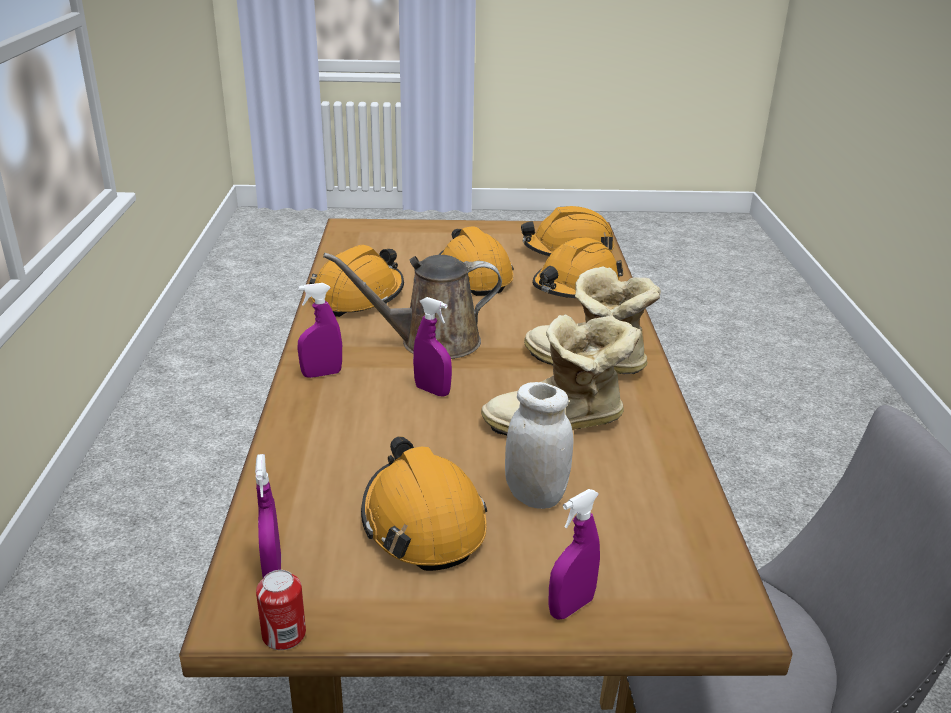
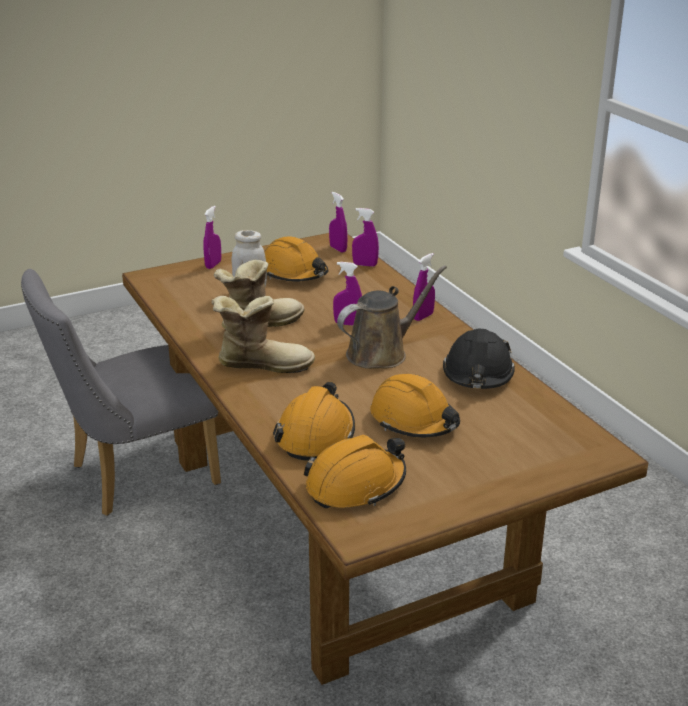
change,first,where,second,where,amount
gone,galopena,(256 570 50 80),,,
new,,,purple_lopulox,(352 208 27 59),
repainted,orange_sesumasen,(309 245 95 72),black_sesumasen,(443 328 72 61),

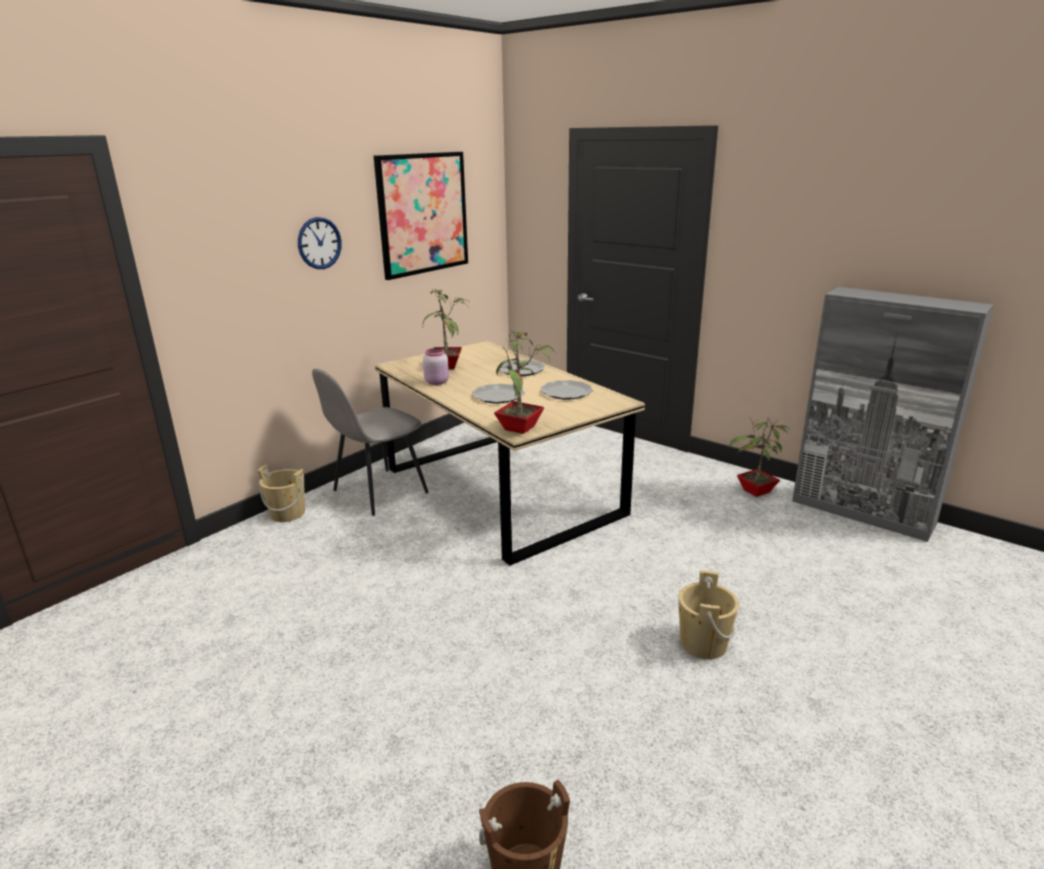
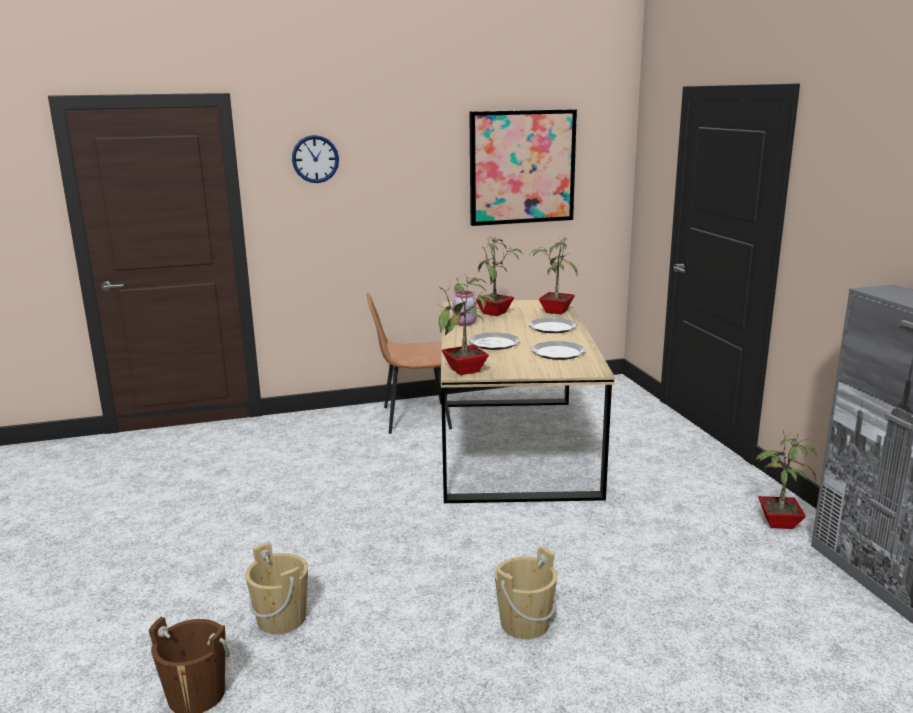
change,first,where,second,where,amount
new,,,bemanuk,(530 237 48 77),
shifted,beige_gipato,(257 465 48 57),,(245 542 63 92),
shifted,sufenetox,(298 217 44 52),,(292 135 47 48),
repainted,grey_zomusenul,(312 369 116 147),brown_zomusenul,(367 292 85 142),

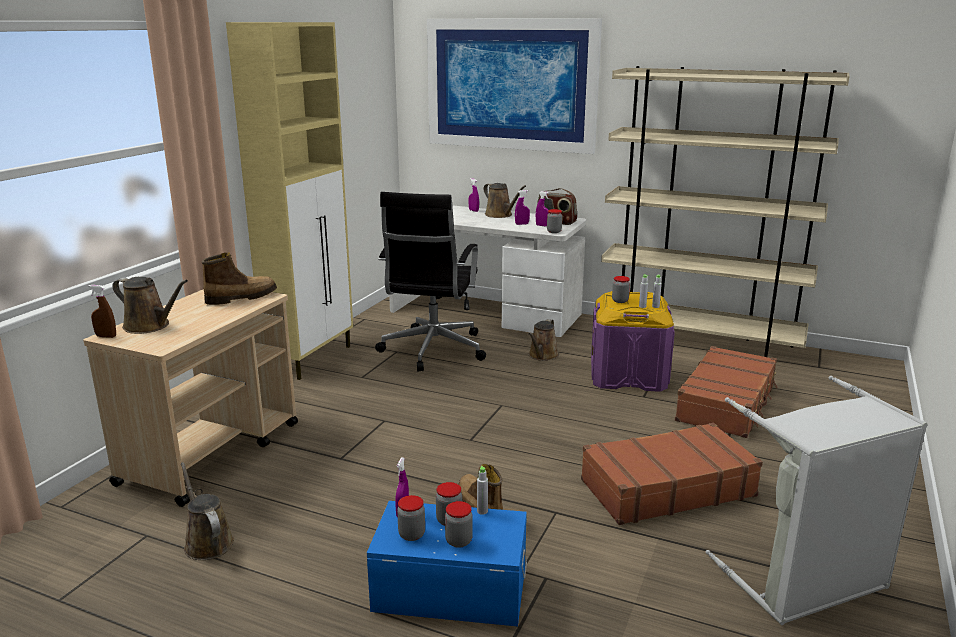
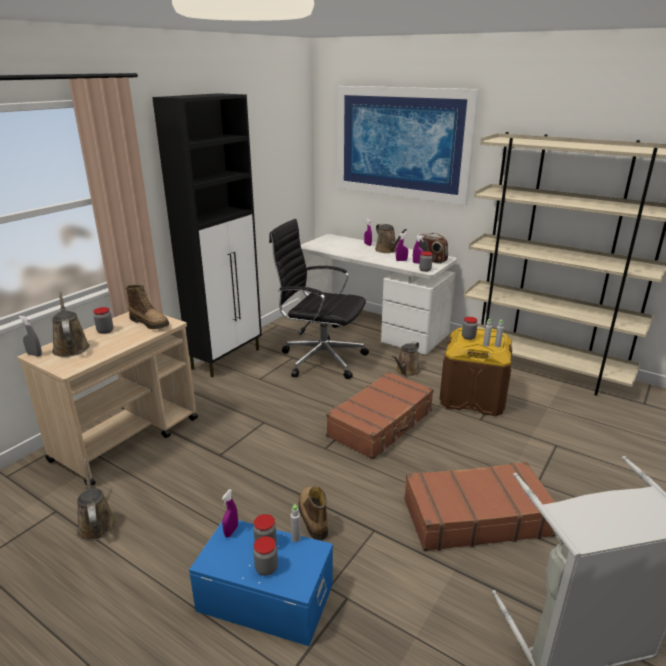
change,first,where,second,where,amount
shifted,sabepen,(397 495 28 46),,(93 307 20 27),
shifted,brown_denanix,(675 346 102 92),,(326 371 108 89),
repainted,brown_lopulox,(88 285 28 53),grey_lopulox,(19 316 23 41),
repainted,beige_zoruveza,(226 22 127 358),black_zoruveza,(152 93 110 284),
repainted,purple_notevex,(591 291 84 101),brown_notevex,(439 327 73 89),
rotated,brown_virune,(113 277 75 57),,(52 291 38 66),150 degrees counterclockwise
rotated,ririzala,(201 252 76 53),,(126 285 44 44),60 degrees clockwise
rotated,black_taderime,(375 192 111 180),,(269 219 100 160),90 degrees clockwise

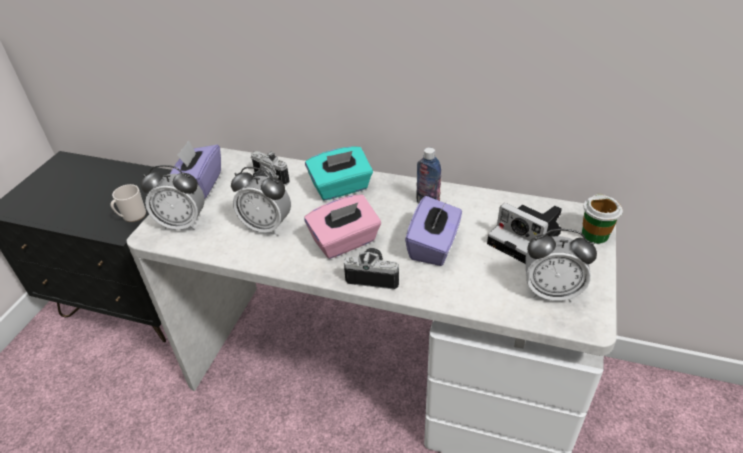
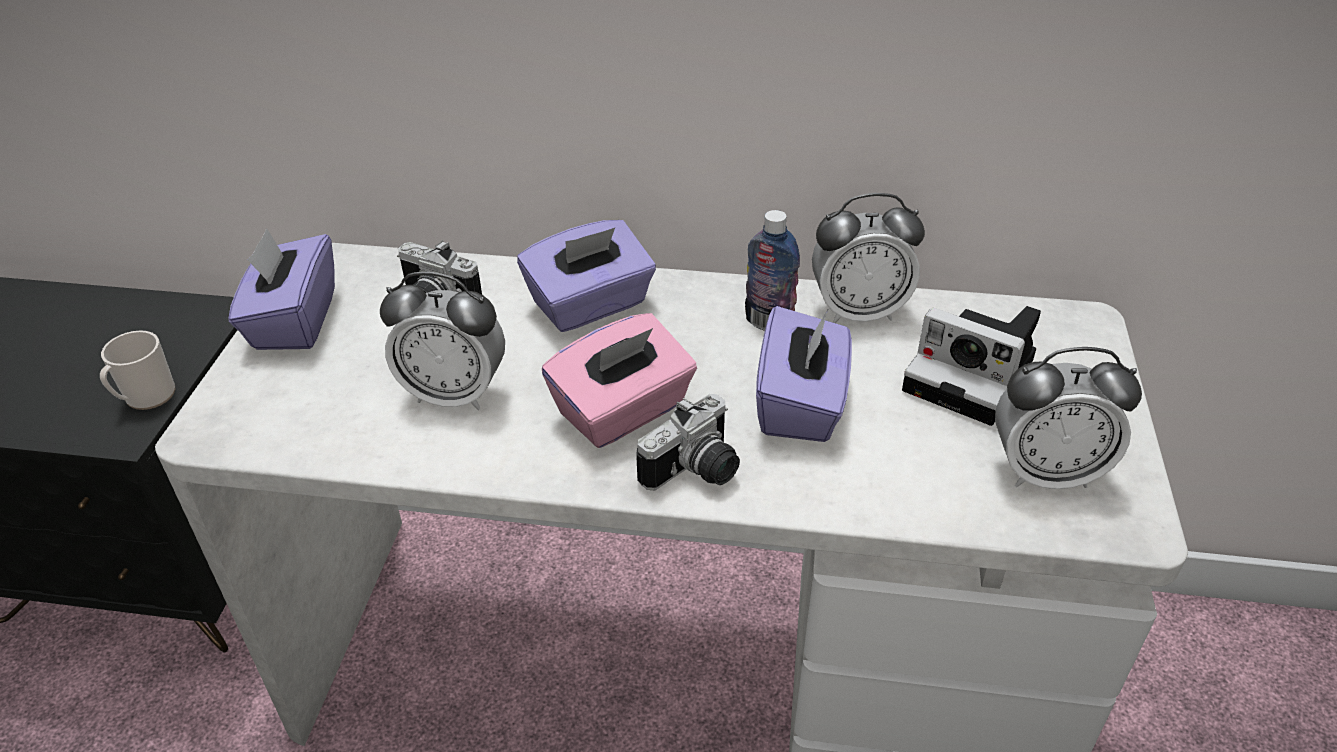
change,first,where,second,where,amount
gone,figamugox,(582 194 41 50),,,
shifted,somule,(141 165 64 65),,(812 193 113 130),
repainted,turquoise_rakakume,(305 146 68 55),purple_rakakume,(517 220 139 112),
rotated,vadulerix,(344 248 55 42),,(636 394 104 96),135 degrees clockwise

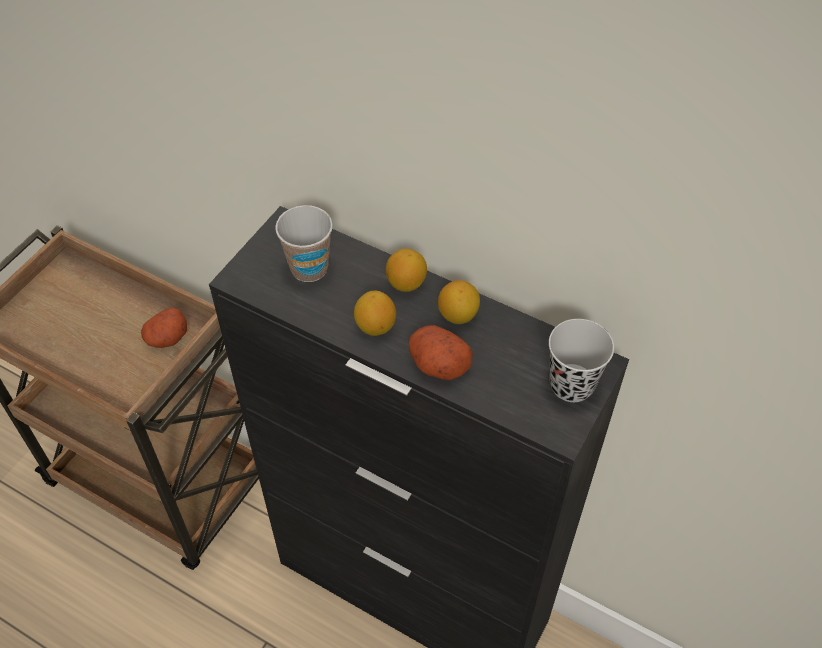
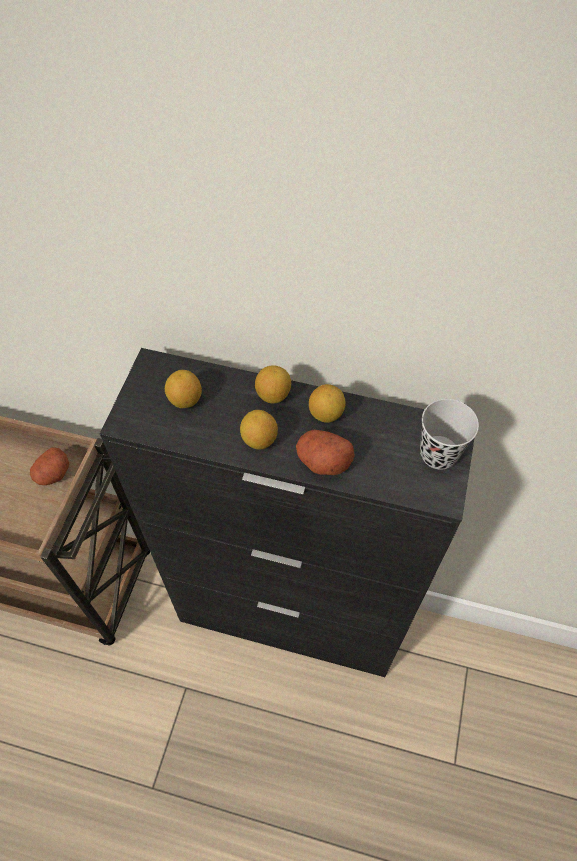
change,first,where,second,where,amount
swapped,figamugox,(275 205 58 77),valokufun,(165 370 37 38),

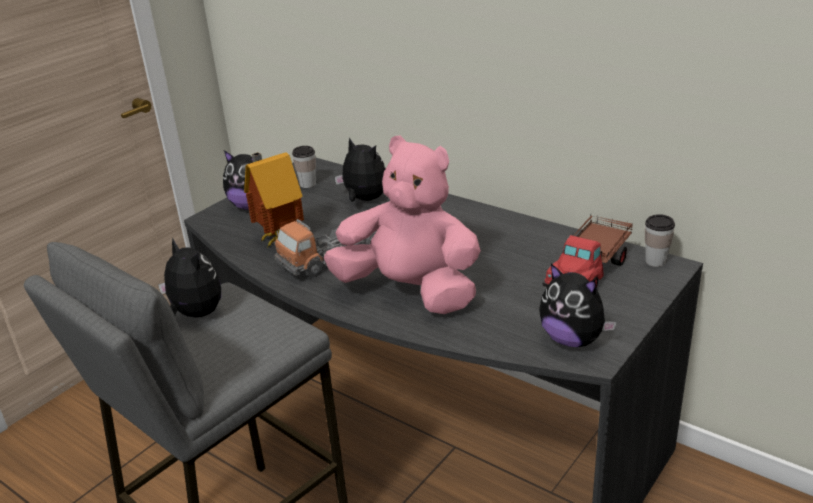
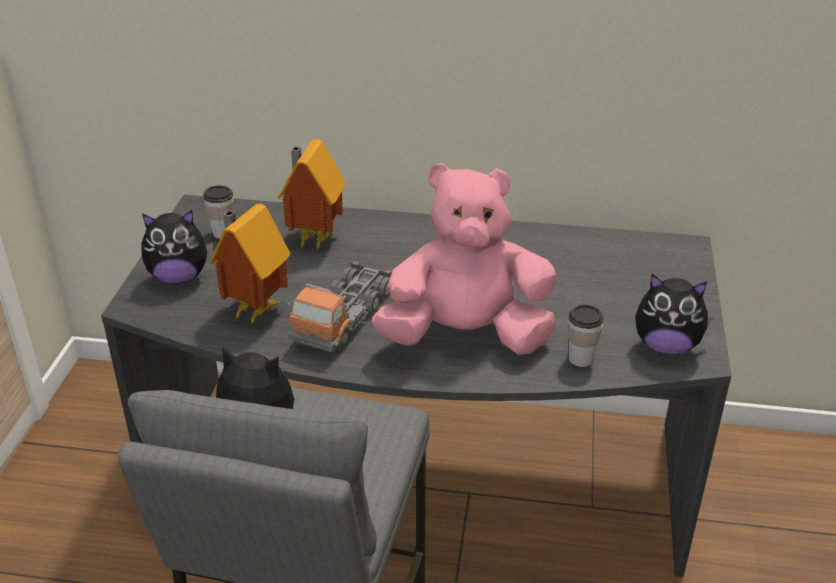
change,first,where,second,where,amount
gone,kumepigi,(543 215 90 73),,,
shifted,figamugox,(645 214 30 53),,(568 304 35 63),
swapped,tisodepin,(335 137 51 65),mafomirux,(278 139 68 112),

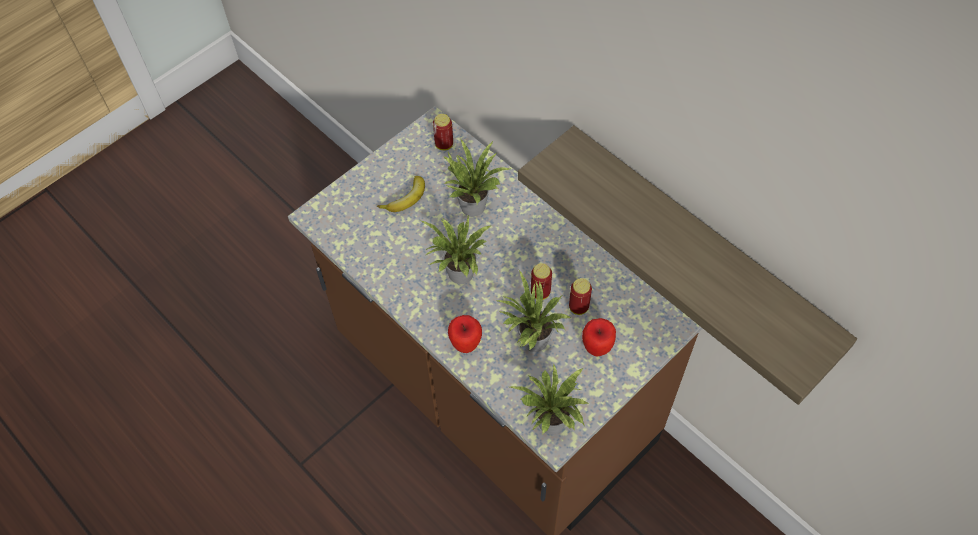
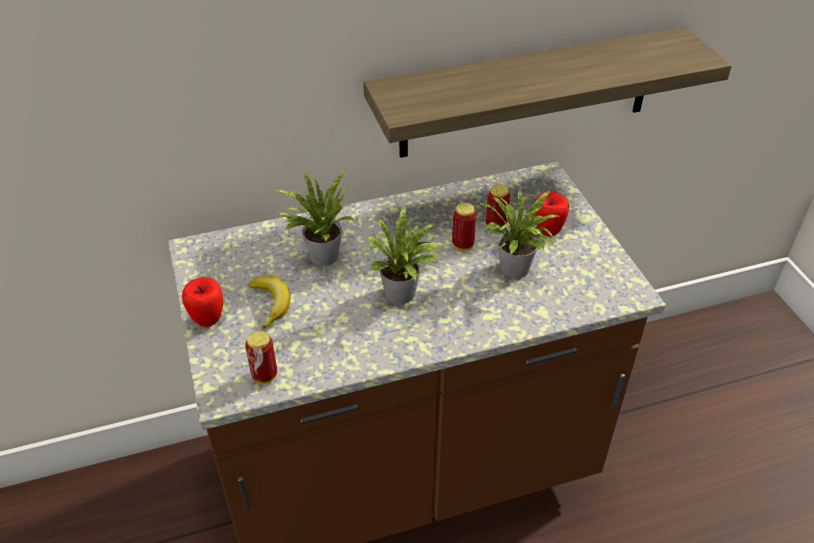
change,first,where,second,where,amount
gone,bemanuk,(510 364 78 71),,,
shifted,galopena,(433 114 20 36),,(245 331 32 53),
shifted,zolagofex,(448 315 34 38),,(182 277 41 50),

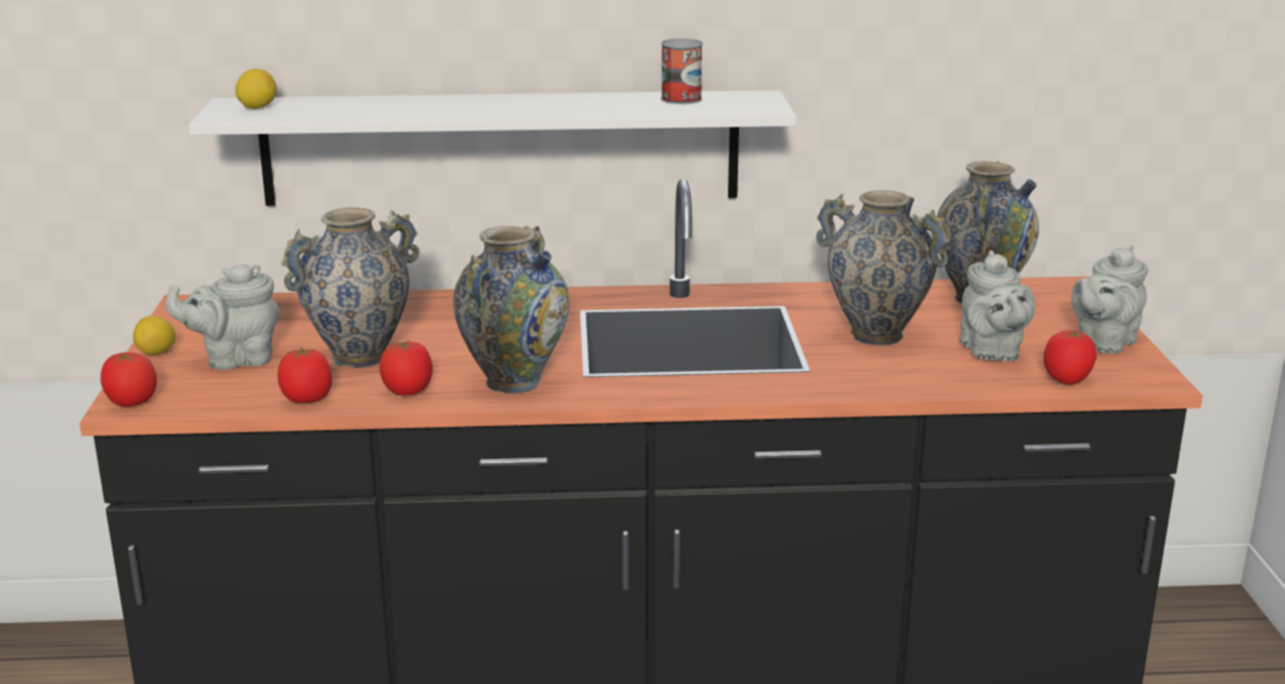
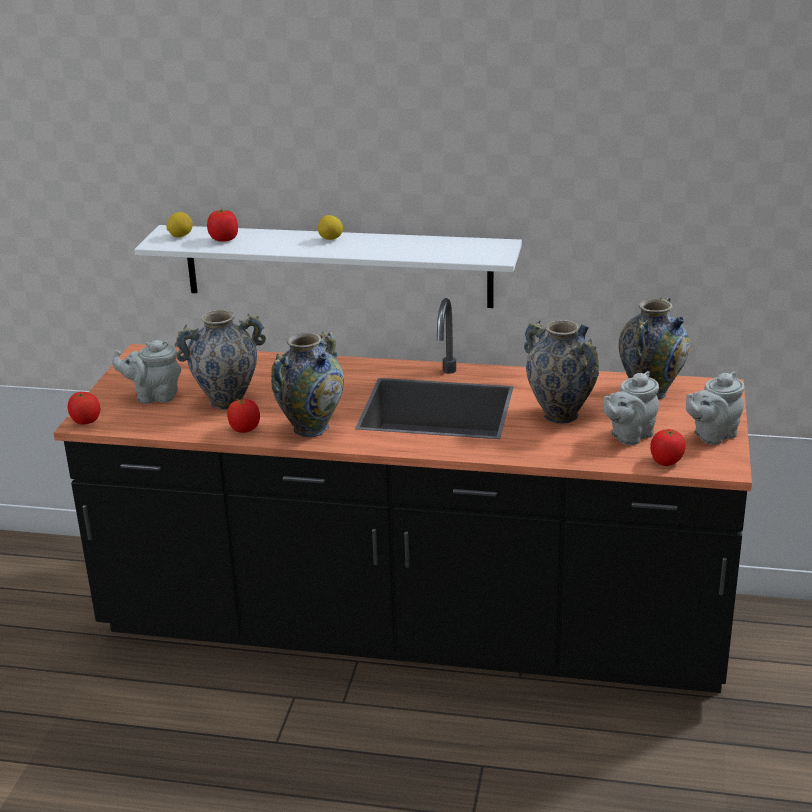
change,first,where,second,where,amount
gone,galopena,(661 38 42 66),,,
shifted,valokufun,(133 316 43 39),,(318 215 25 25),
shifted,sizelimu,(278 346 54 57),,(207 209 31 33),
rotated,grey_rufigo,(960 250 75 111),,(604 371 55 74),45 degrees clockwise

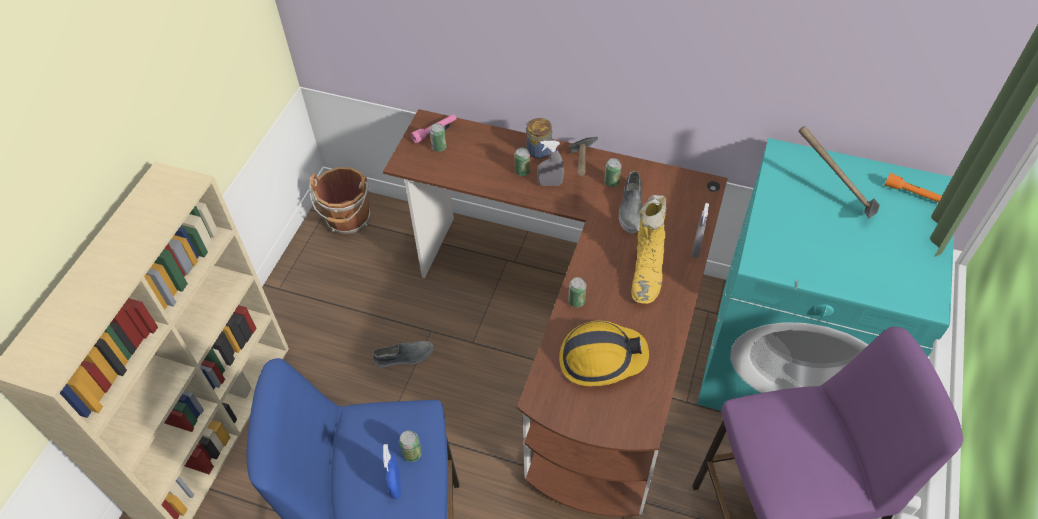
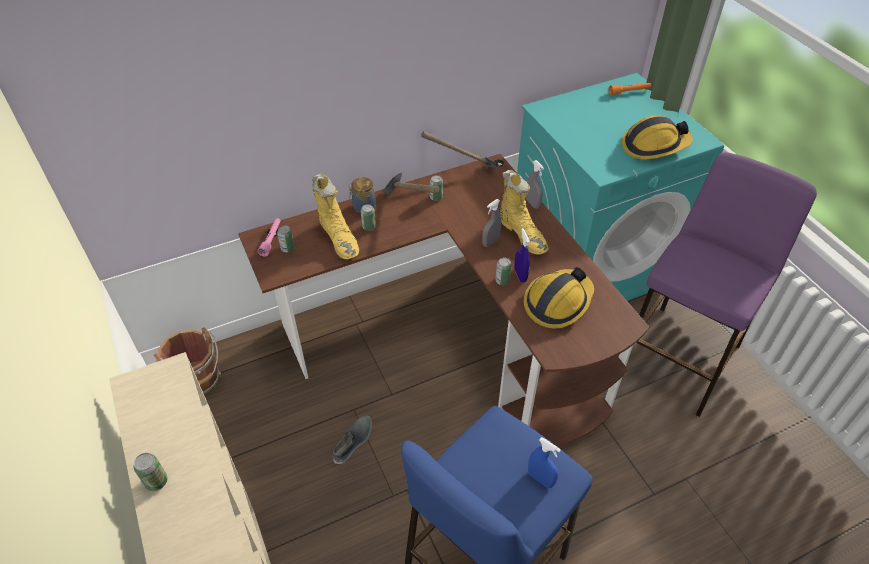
change,first,where,second,where,amount
gone,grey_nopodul,(619 171 23 63),,,
new,,,yellow_ririzala,(313 173 46 86),
new,,,blue_lopulox,(514 228 16 54),
new,,,sesumasen,(622 115 71 44),
shifted,galopena,(399 430 23 32),,(134 453 34 38),
shifted,grey_lopulox,(537 141 27 45),,(482 199 19 48),
shifted,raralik,(798 126 82 92),,(421 131 75 38),

